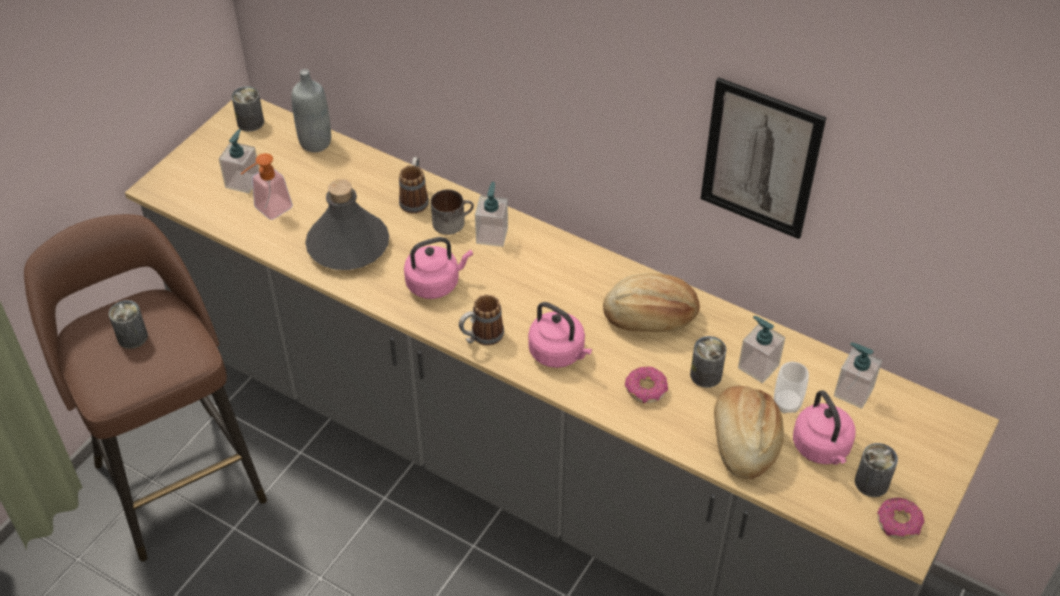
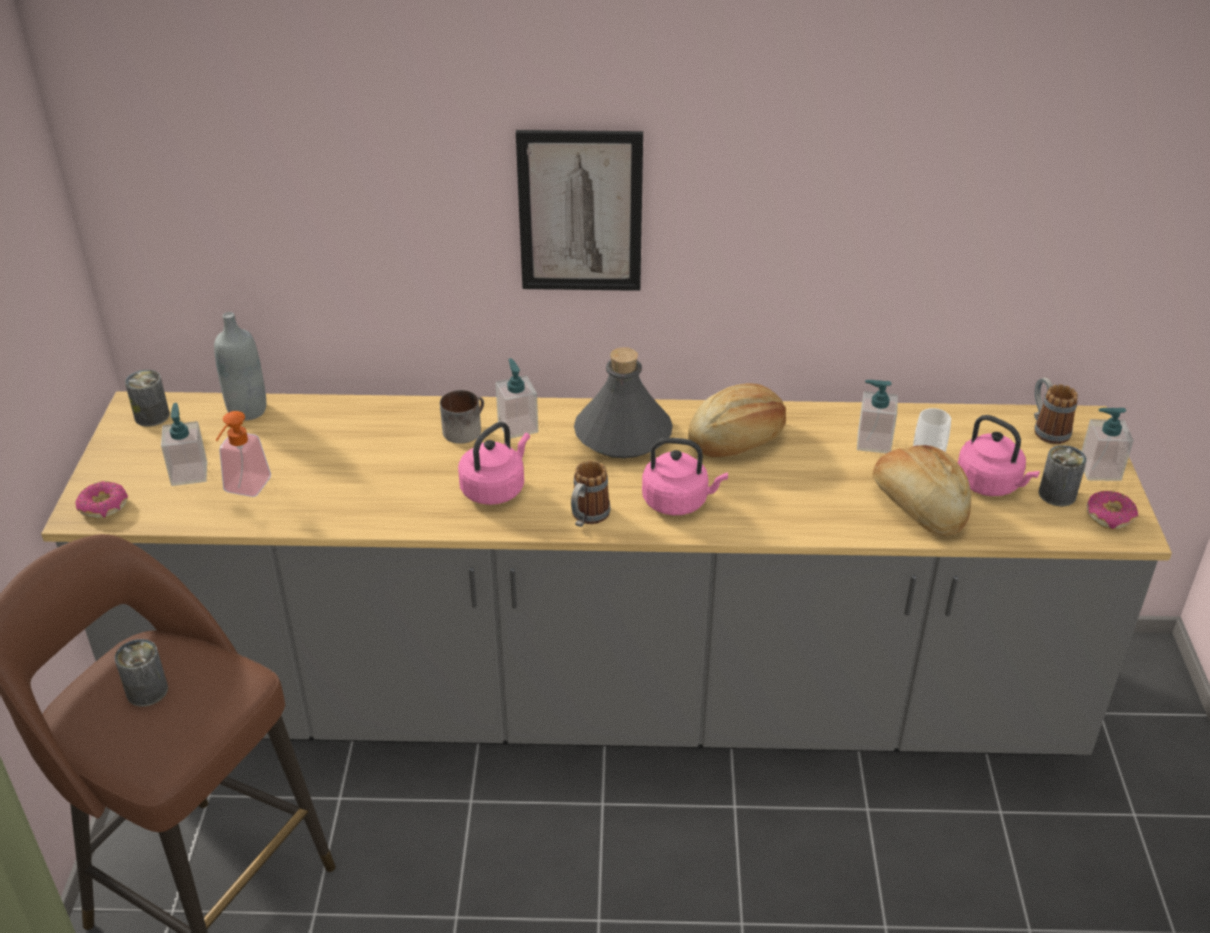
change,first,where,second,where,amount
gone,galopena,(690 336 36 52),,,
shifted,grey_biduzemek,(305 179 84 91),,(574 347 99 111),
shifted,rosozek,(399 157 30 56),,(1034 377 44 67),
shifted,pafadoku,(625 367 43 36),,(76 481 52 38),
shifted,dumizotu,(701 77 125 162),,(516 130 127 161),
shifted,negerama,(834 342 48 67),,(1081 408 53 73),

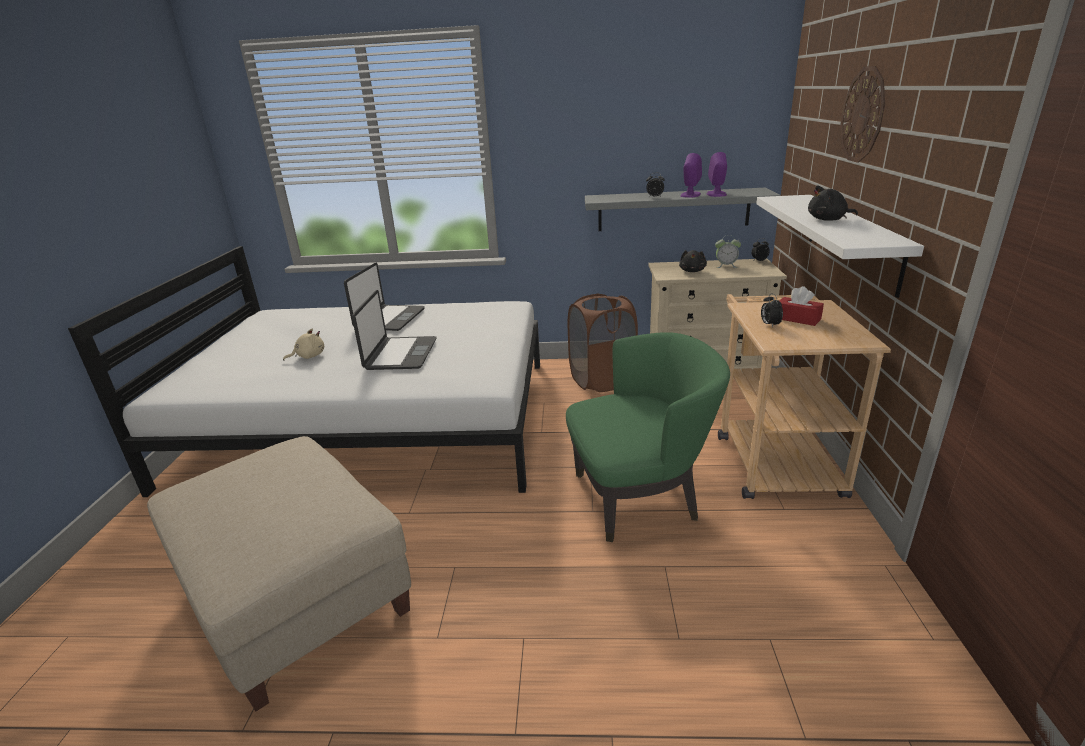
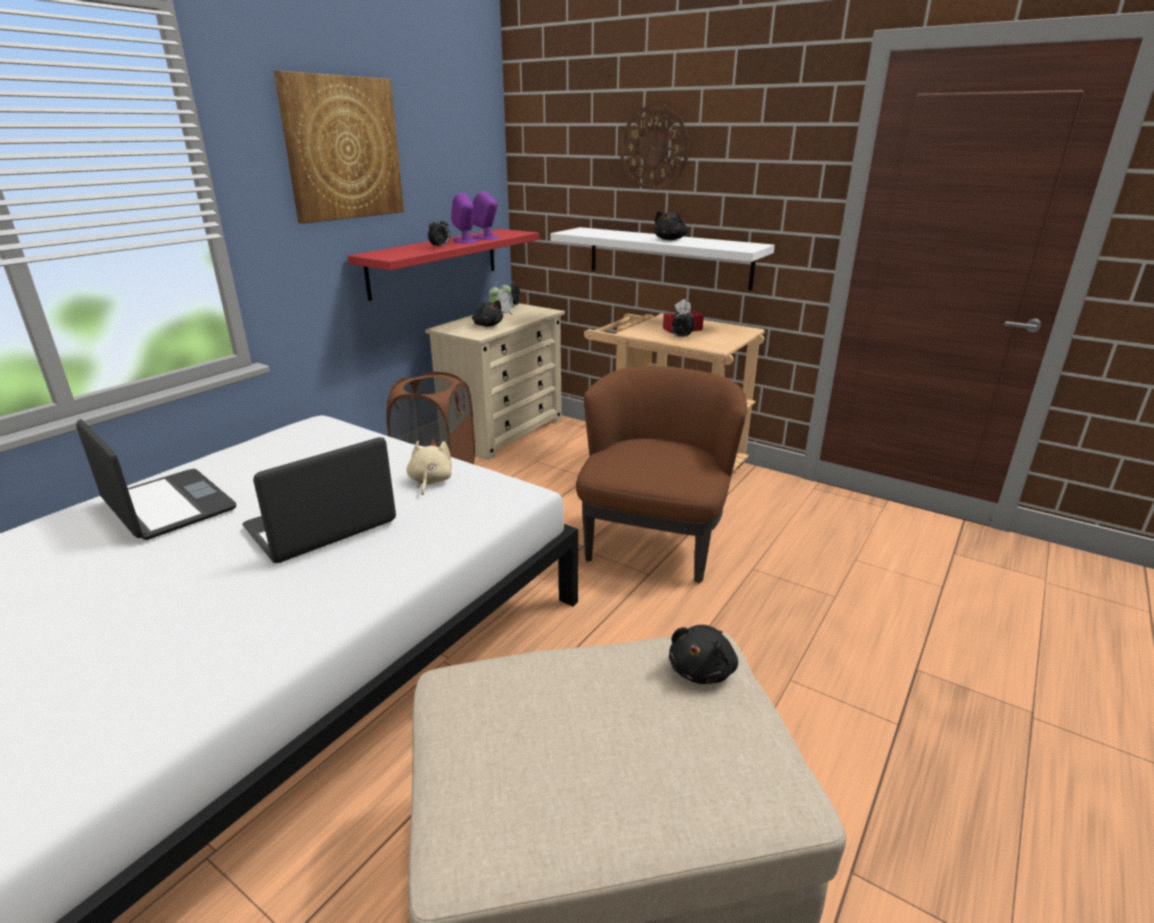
change,first,where,second,where,amount
new,,,dumizotu,(274 70 130 154),
new,,,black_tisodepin,(669 625 69 59),
shifted,beige_tisodepin,(283 328 41 32),,(407 439 45 56),
repainted,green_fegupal,(566 332 164 210),brown_fegupal,(576 366 171 218),
repainted,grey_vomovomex,(585 188 196 43),red_vomovomex,(348 229 191 72),
rotated,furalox,(352 290 85 80),,(243 437 153 126),75 degrees counterclockwise

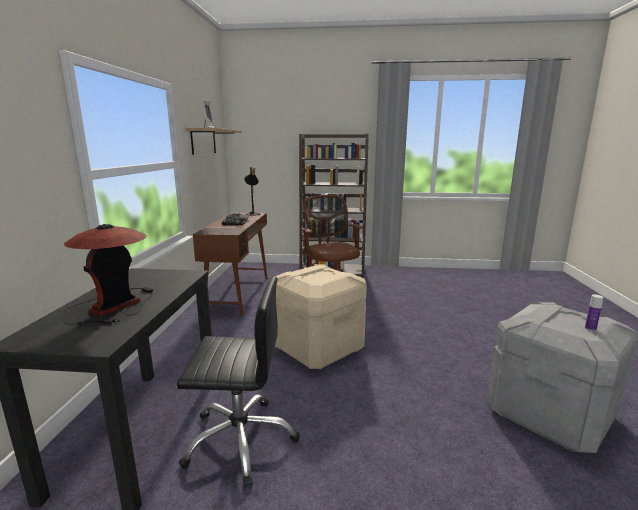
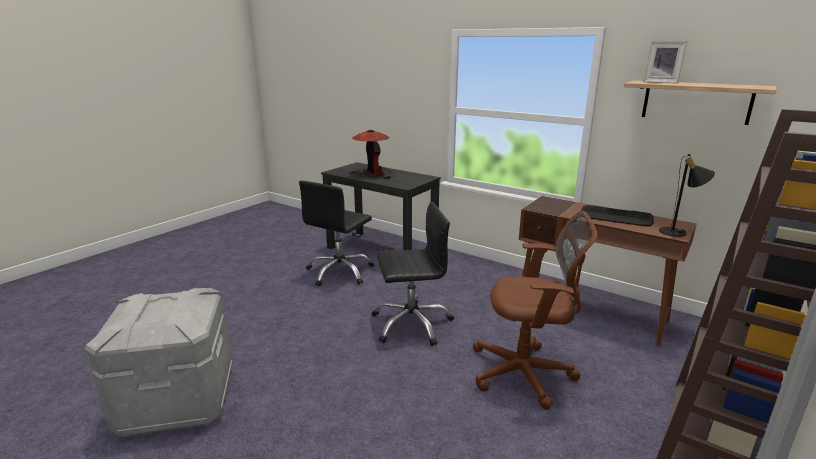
change,first,where,second,where,amount
gone,biduzemek,(585 294 18 37),,,
swapped,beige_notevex,(275 264 91 105),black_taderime,(372 202 82 144),

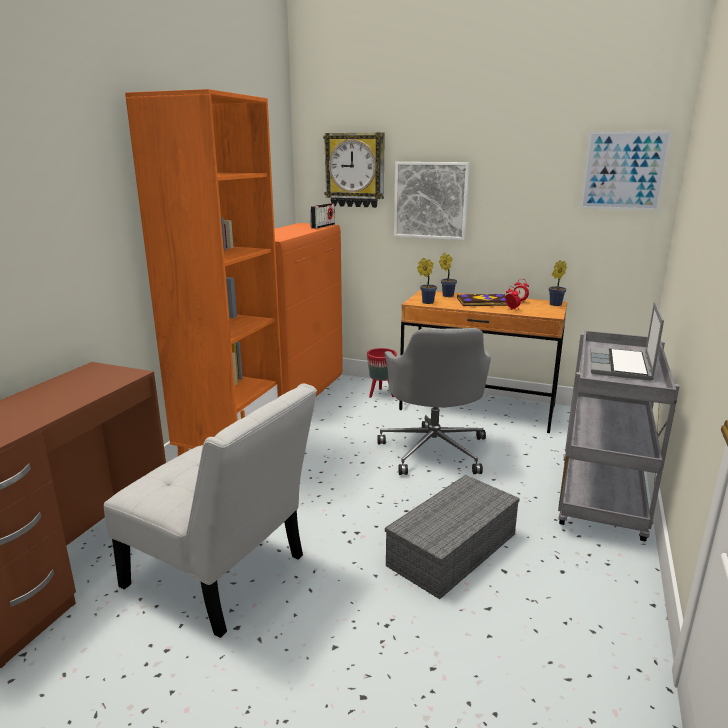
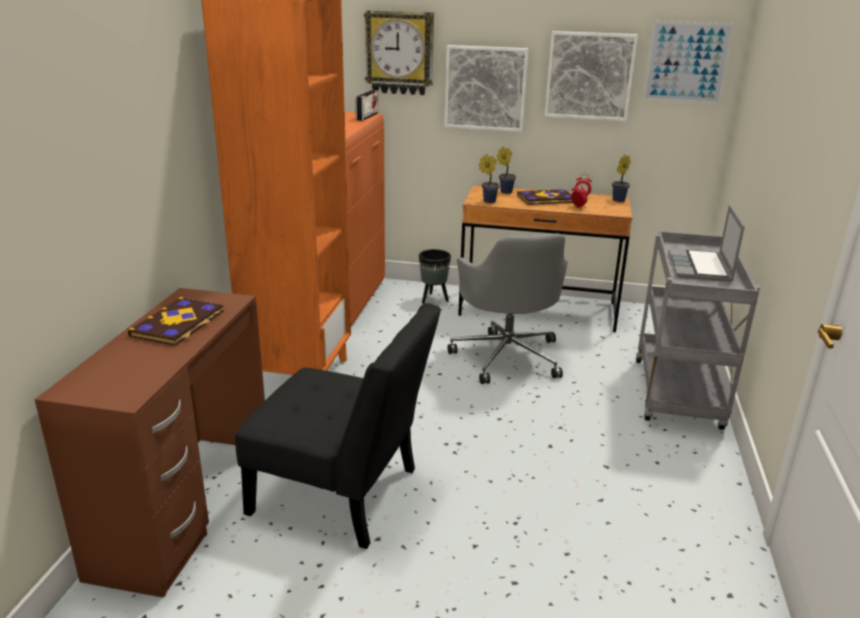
change,first,where,second,where,amount
gone,grey_notevex,(385 475 135 124),,,
new,,,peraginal,(127 297 97 49),
new,,,dumizotu,(544 31 94 90),
repainted,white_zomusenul,(104 383 213 255),black_zomusenul,(235 303 206 246),
repainted,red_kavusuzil,(367 348 30 50),black_kavusuzil,(419 249 32 55),

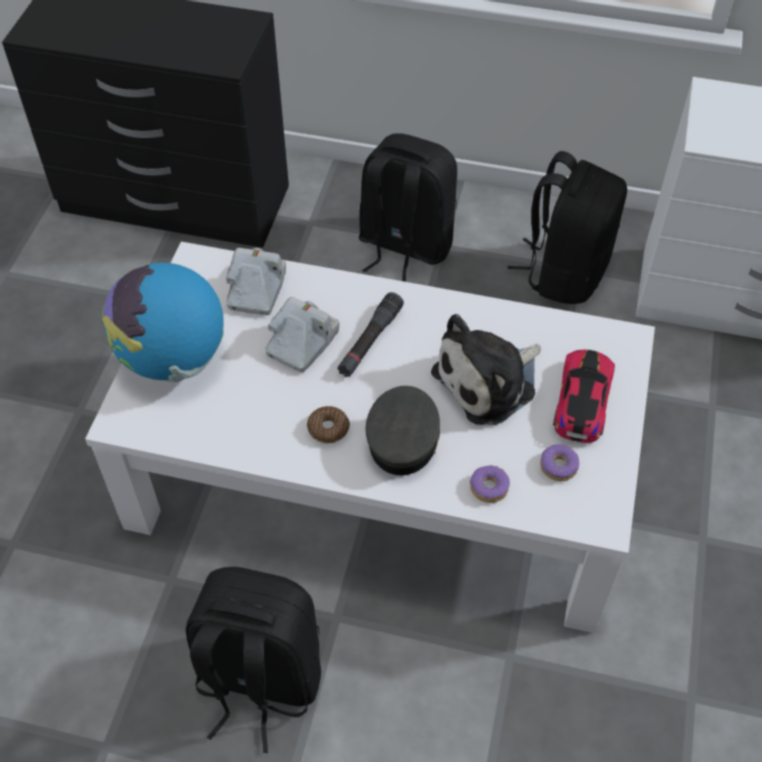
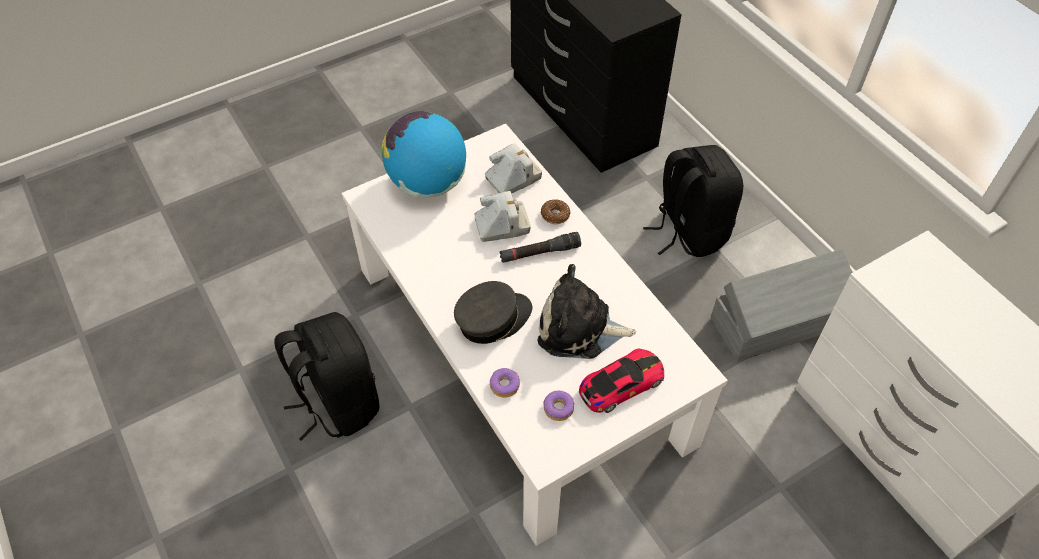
change,first,where,second,where,amount
shifted,pafadoku,(307 406 43 37),,(541 199 29 25),
swapped,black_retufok,(507 151 120 153),grey_notevex,(711 249 141 113),

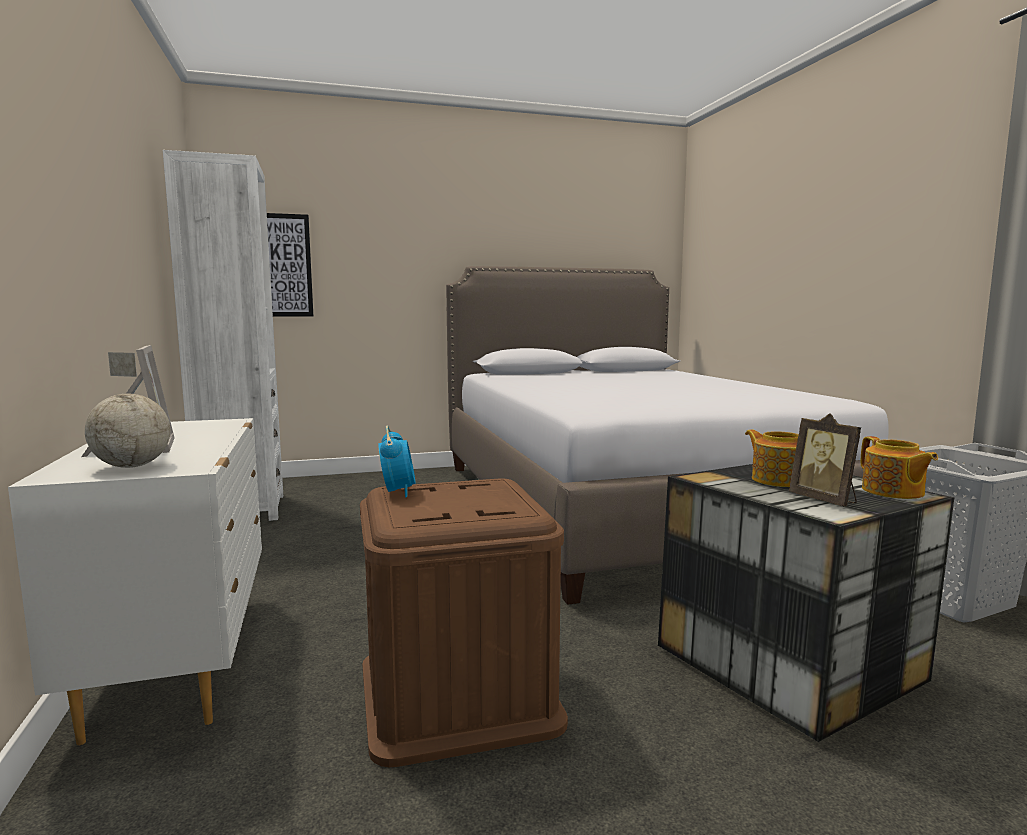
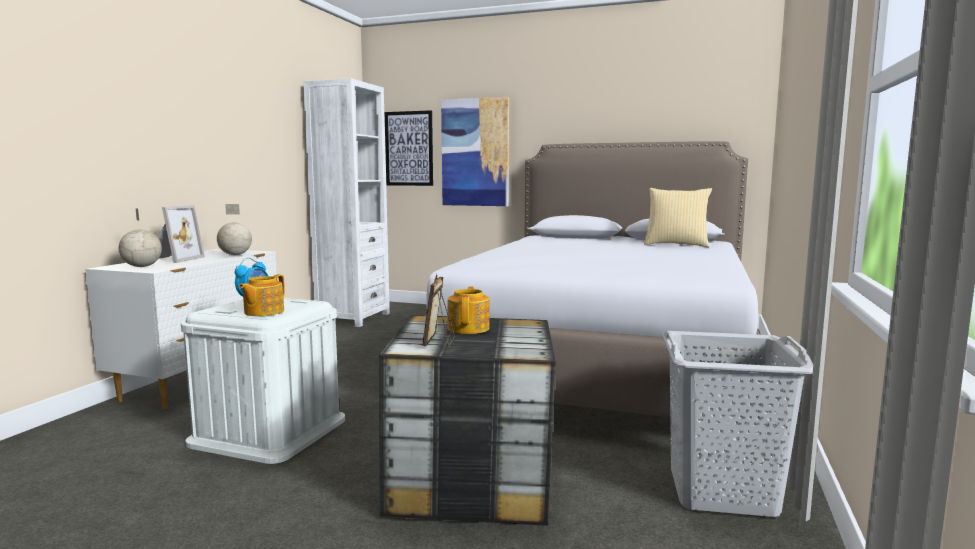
change,first,where,second,where,amount
new,,,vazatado,(217 204 35 51),
new,,,dumizotu,(441 97 68 109),
new,,,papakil,(644 188 68 59),
shifted,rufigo,(861 436 77 63),,(239 274 46 42),
repainted,brown_notevex,(360 479 208 288),white_notevex,(181 298 164 166),

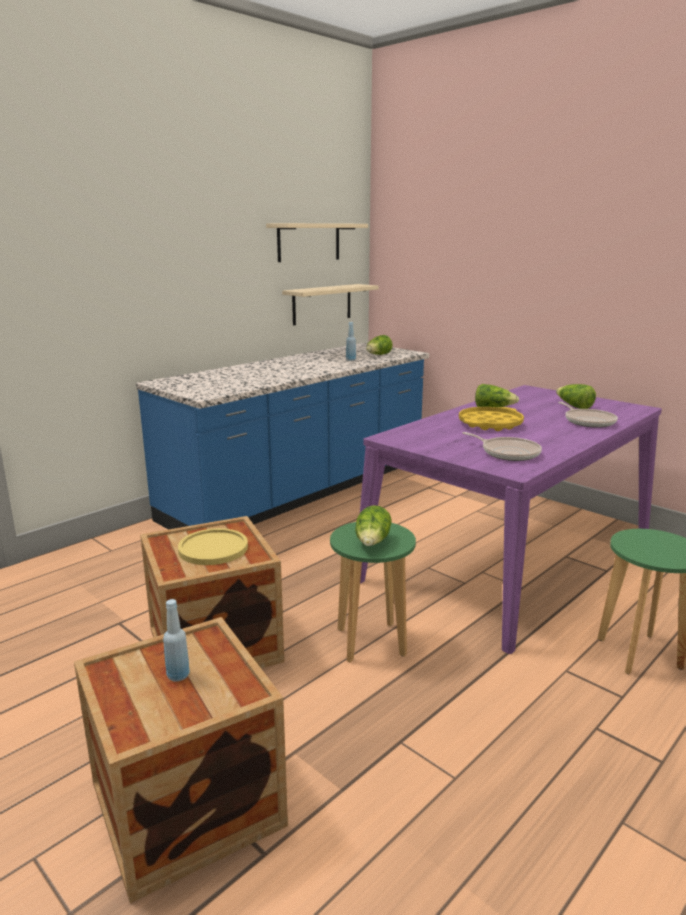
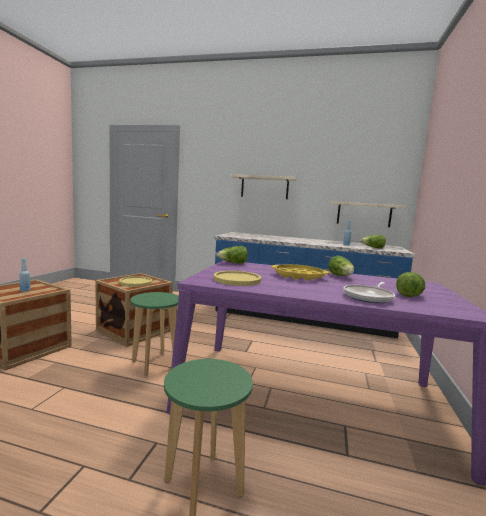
change,first,where,second,where,amount
shifted,beige_vomovomex,(266 223 102 39),,(230 174 67 25),
shifted,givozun,(355 505 37 41),,(216 246 32 18),
swapped,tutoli,(462 432 80 29),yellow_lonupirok,(213 271 48 15),

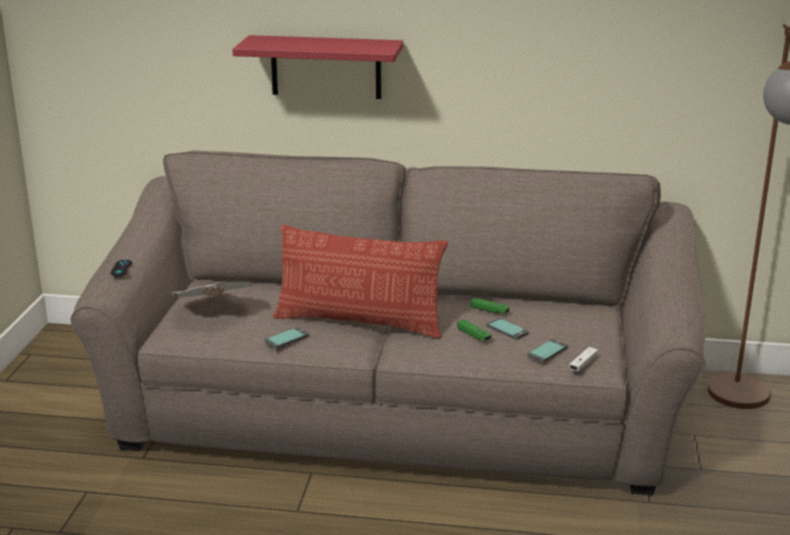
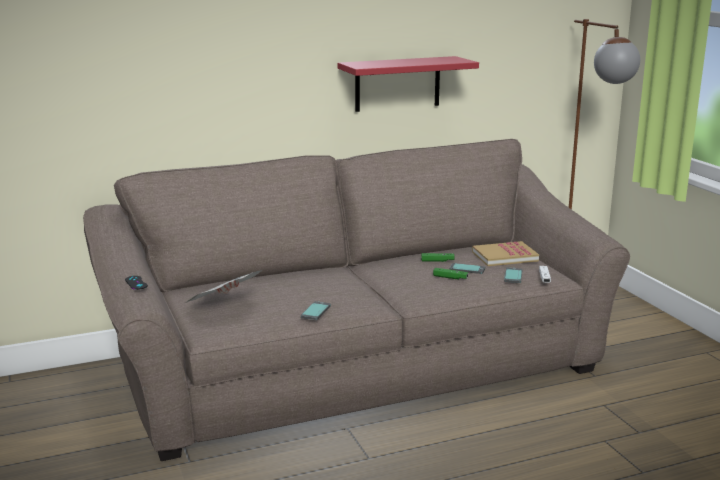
change,first,where,second,where,amount
gone,papakil,(273 225 175 113),,,
new,,,peraginal,(472 241 67 25),
shifted,red_vomovomex,(232 35 171 64),,(338 56 141 56),

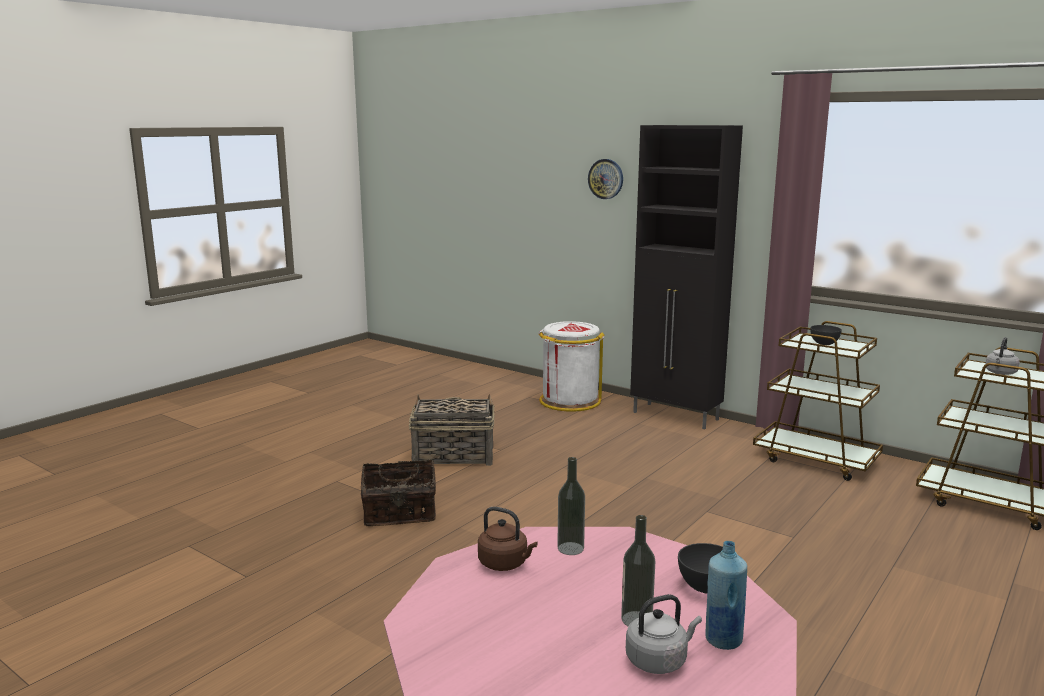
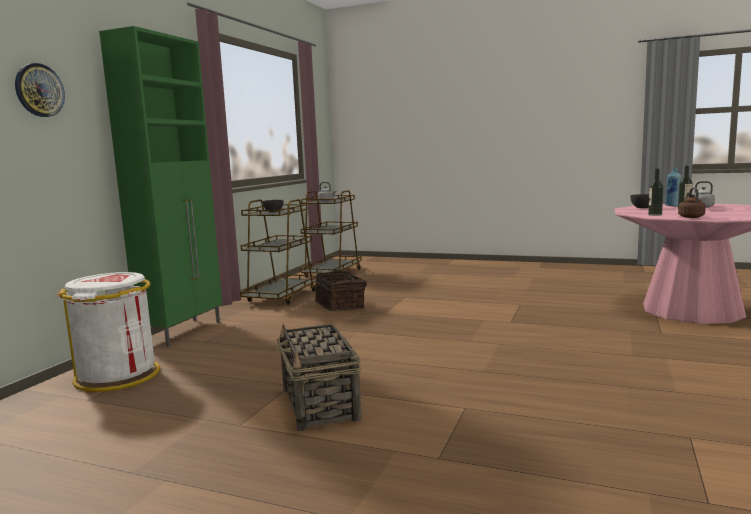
change,first,where,second,where,amount
shifted,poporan,(361 459 75 67),,(315 269 52 42),
repainted,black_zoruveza,(630 125 113 304),green_zoruveza,(99 26 123 320),

